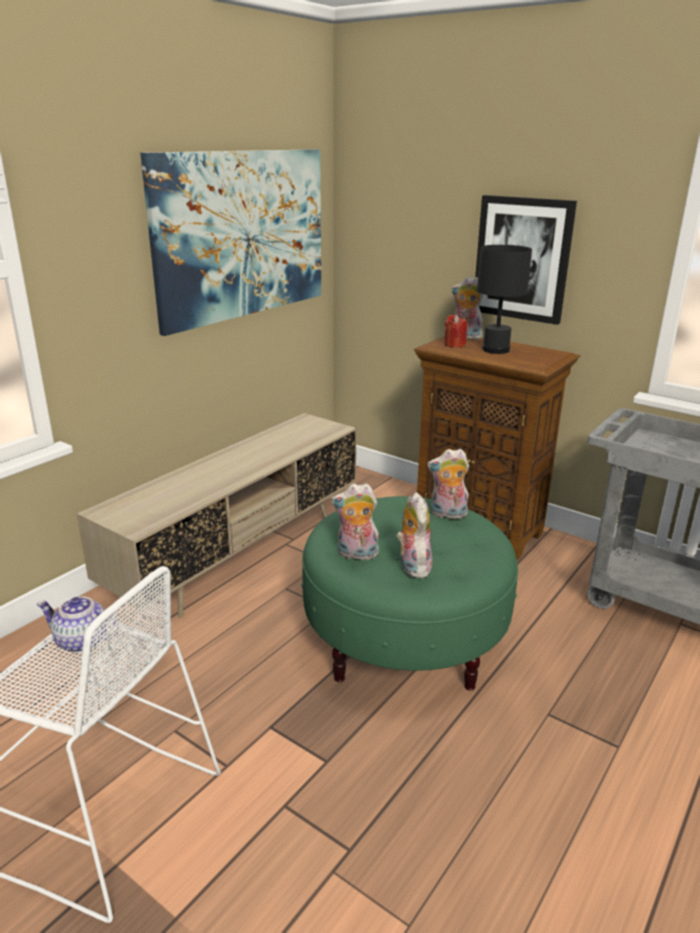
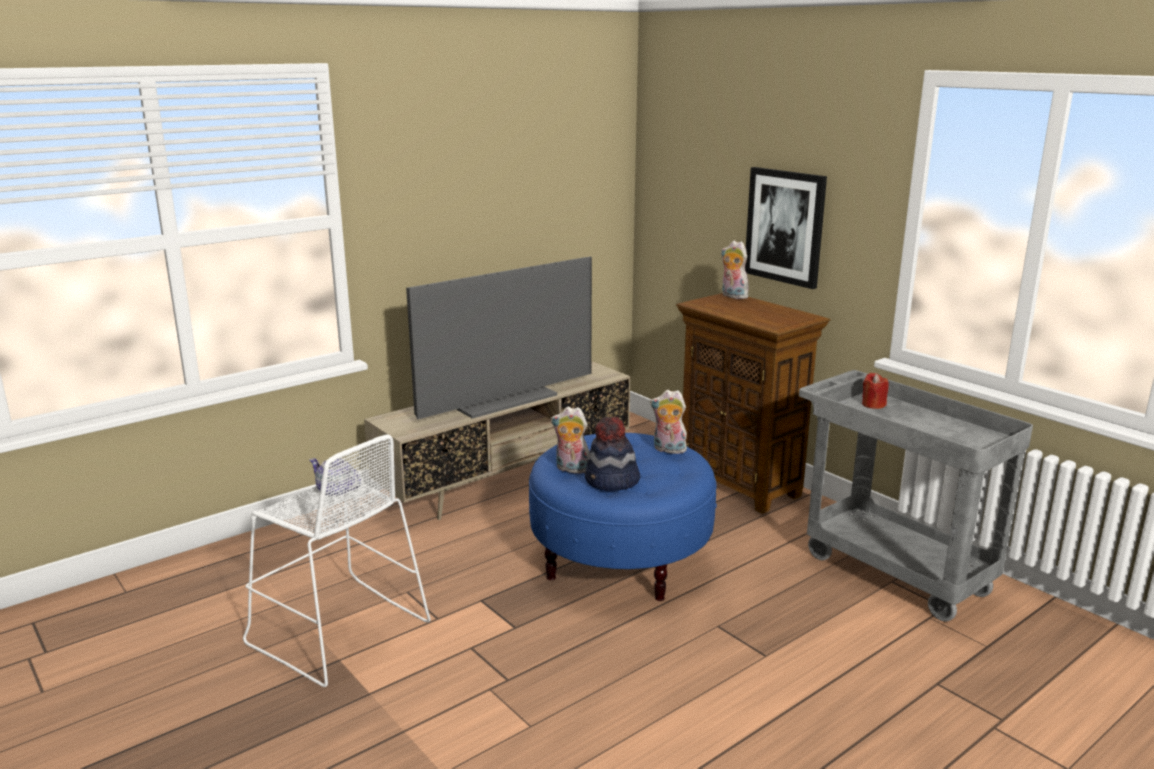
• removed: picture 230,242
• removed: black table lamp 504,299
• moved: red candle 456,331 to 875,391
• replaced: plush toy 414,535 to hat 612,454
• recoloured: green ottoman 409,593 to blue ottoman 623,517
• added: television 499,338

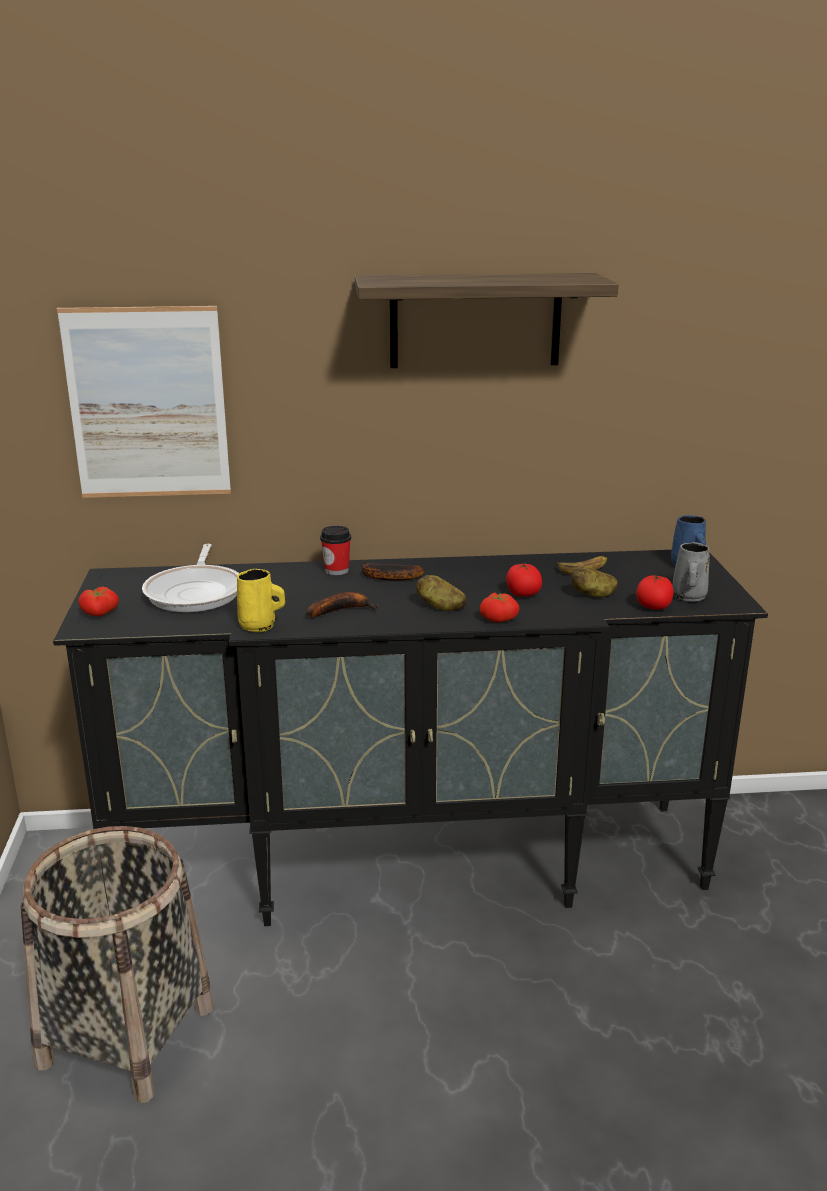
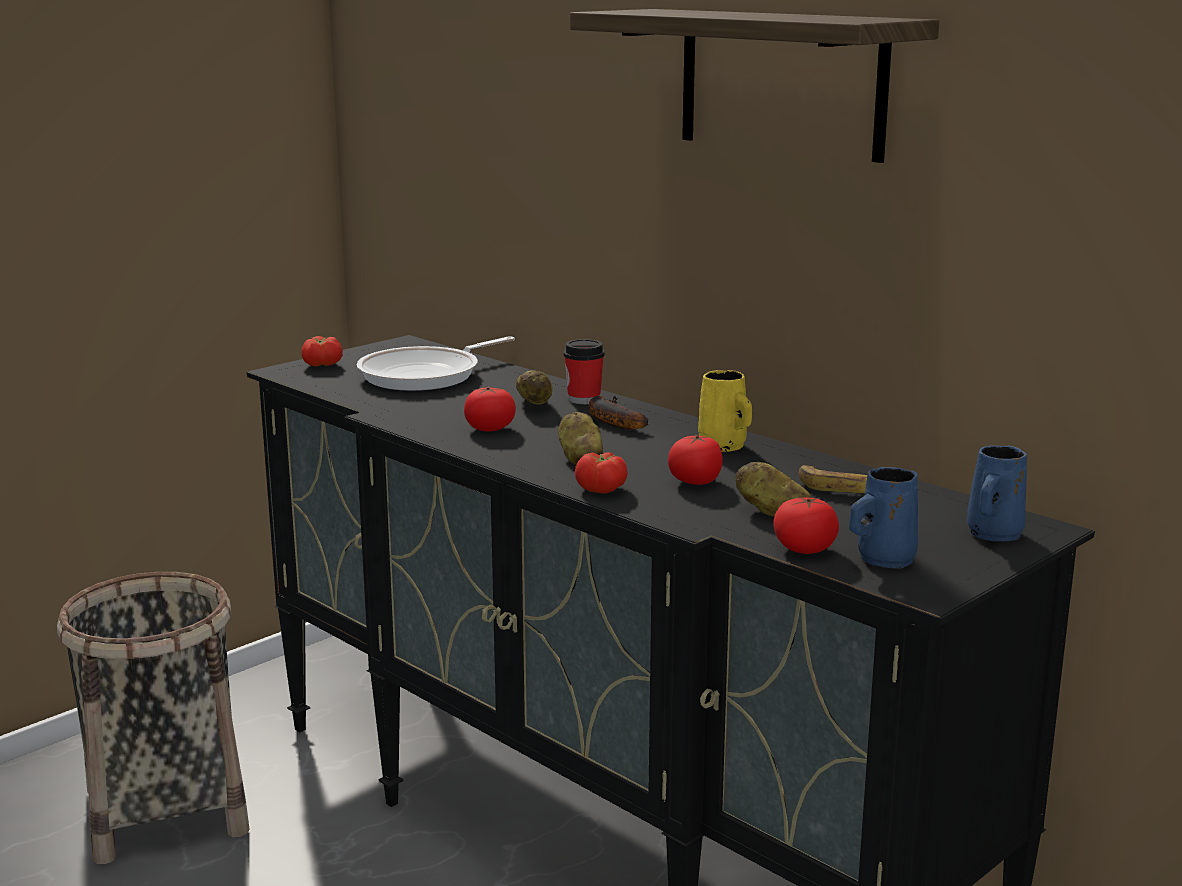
• removed: picture 144,402
• recoloured: grey mug 691,572 to blue mug 883,518
• moved: yellow mug 261,600 to 725,411
• replaced: banana 342,604 to tomato 490,409
• added: potato 534,387

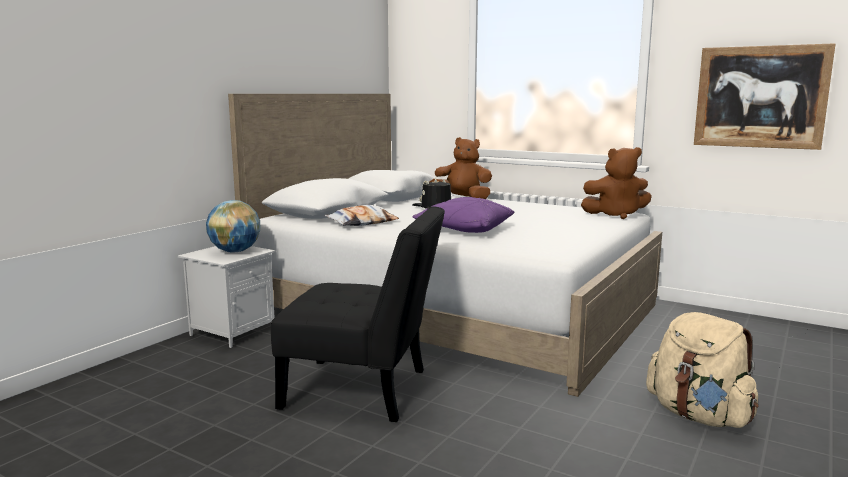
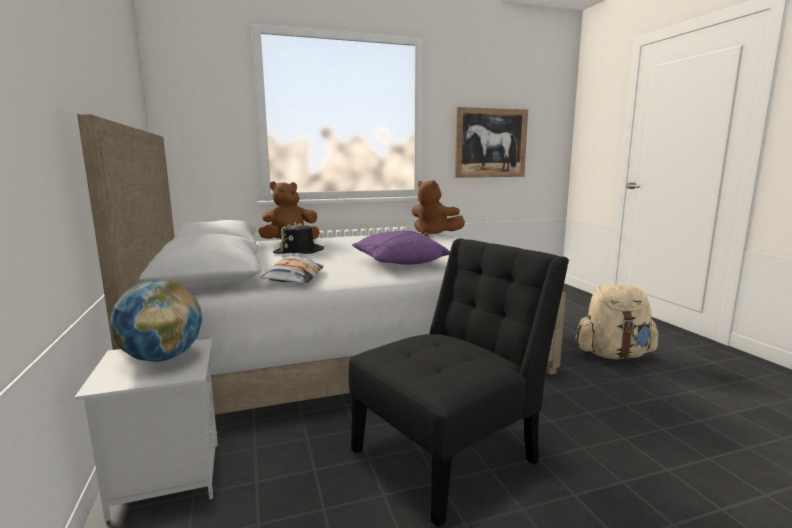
• turned: brown plush toy 616,183 = 438,208 90 degrees clockwise

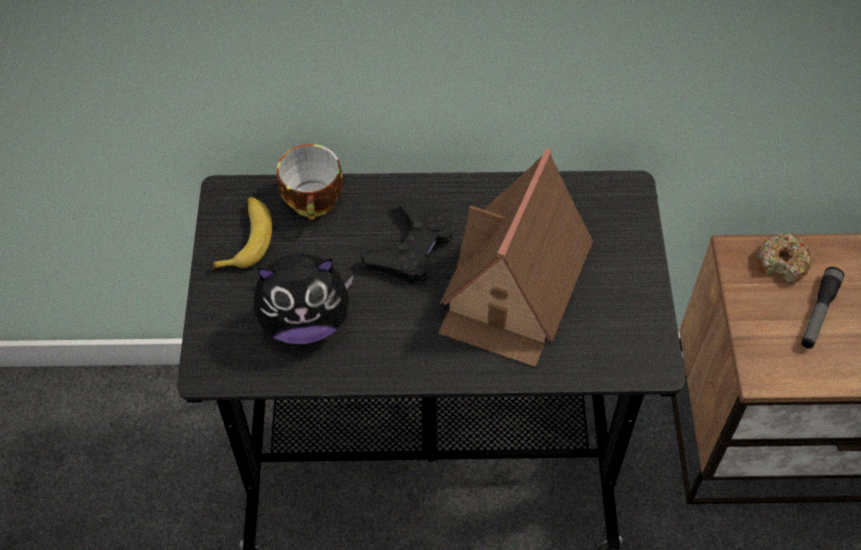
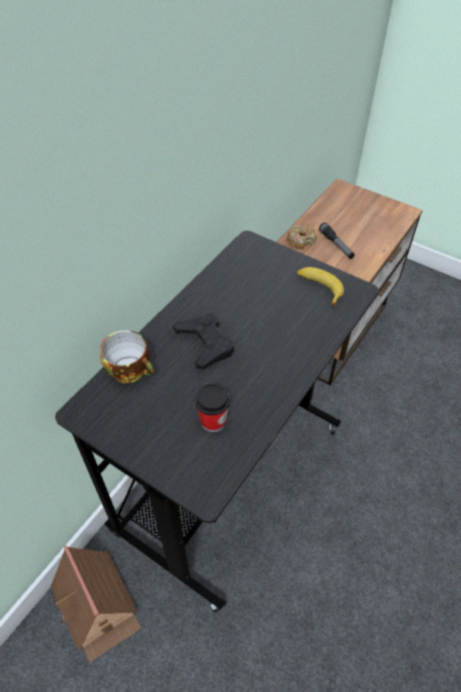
• moved: toy house 515,257 to 96,603
• moved: banana 242,233 to 320,287
• replaced: plush toy 303,299 to cup 212,407

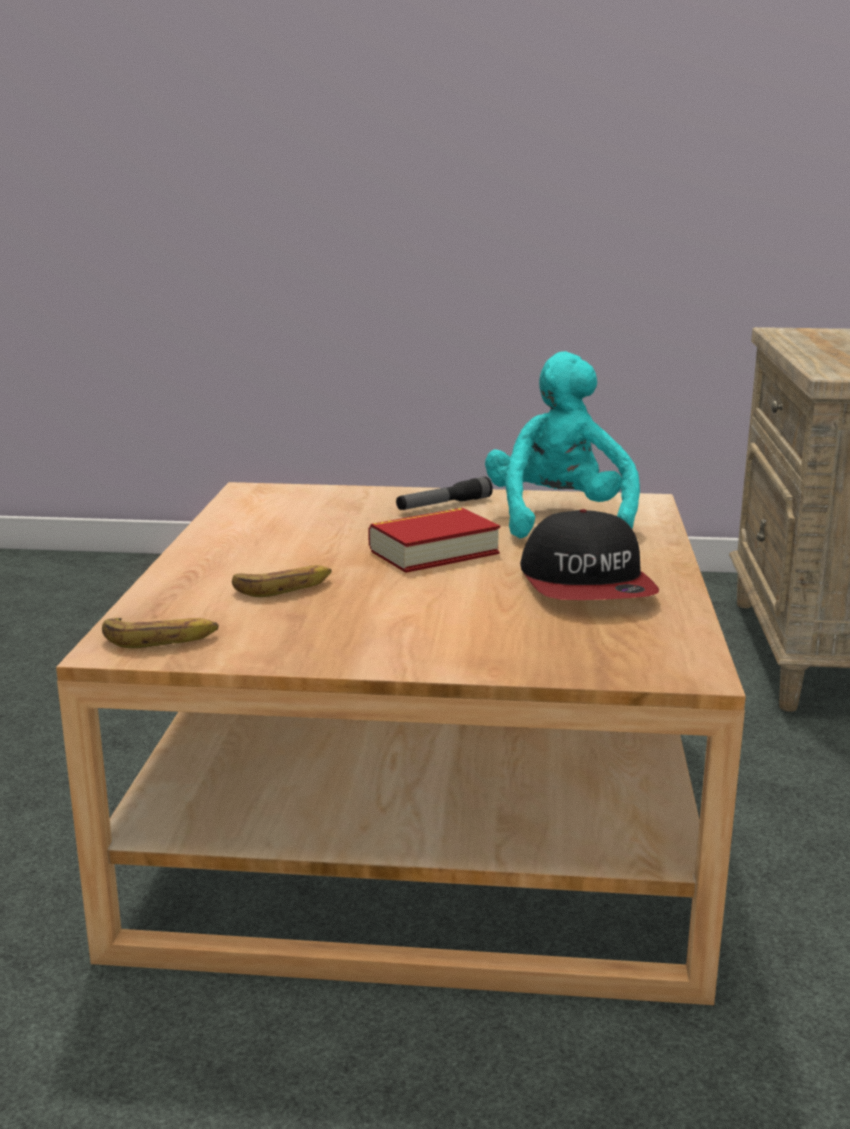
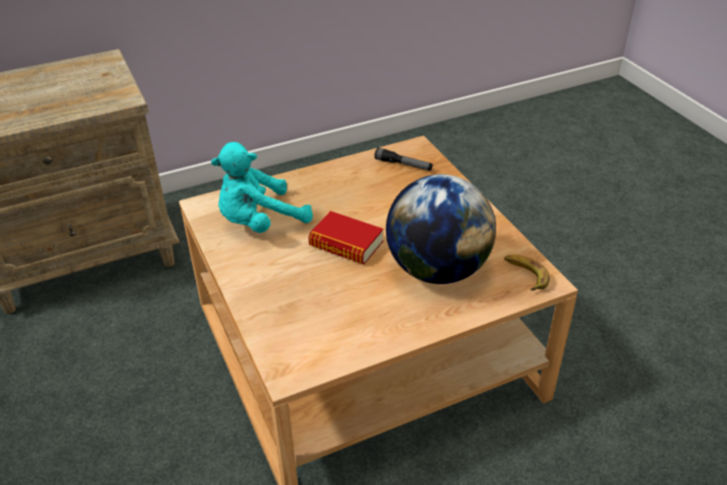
• moved: flashlight 444,493 to 404,159
• removed: cap 589,554
• replaced: banana 282,581 to globe 441,229

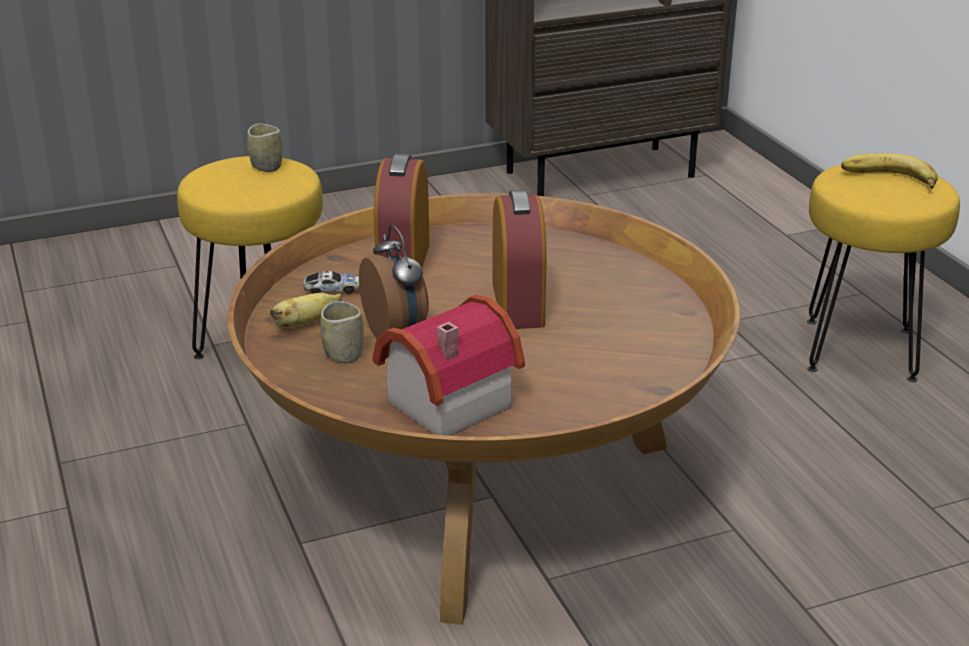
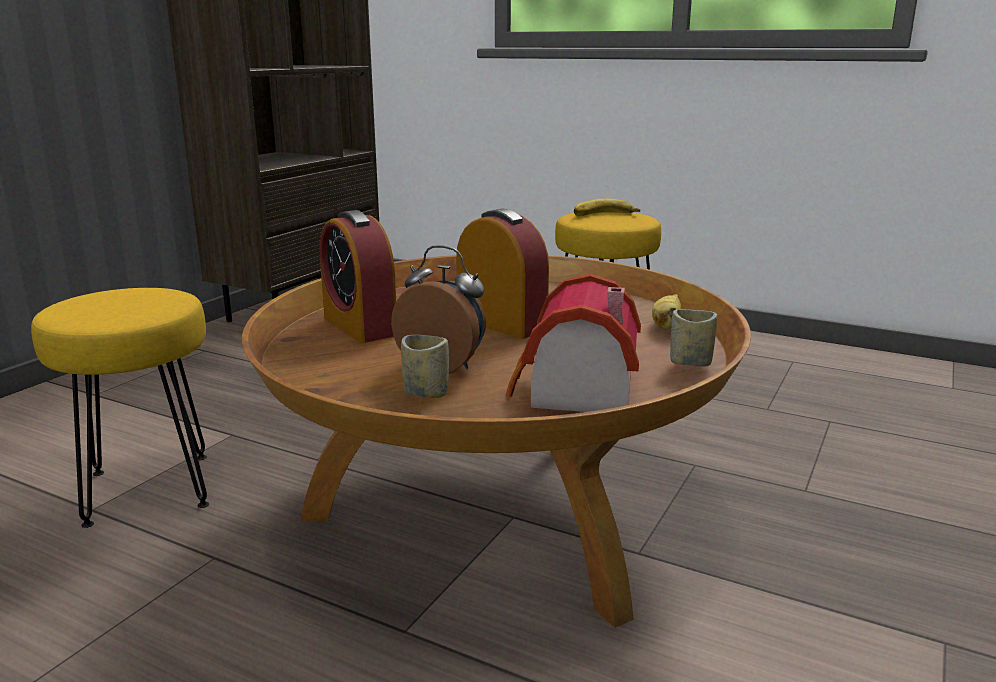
• moved: cup 264,148 to 694,338
• removed: toy car 331,282
• moved: banana 306,310 to 666,312

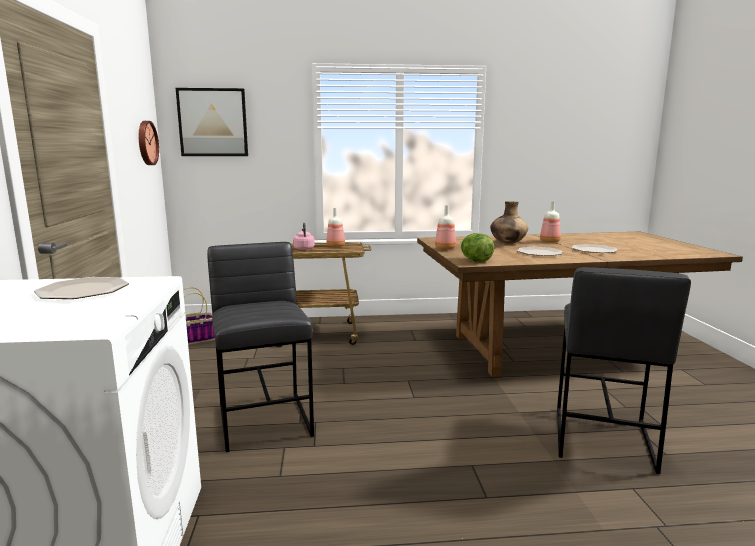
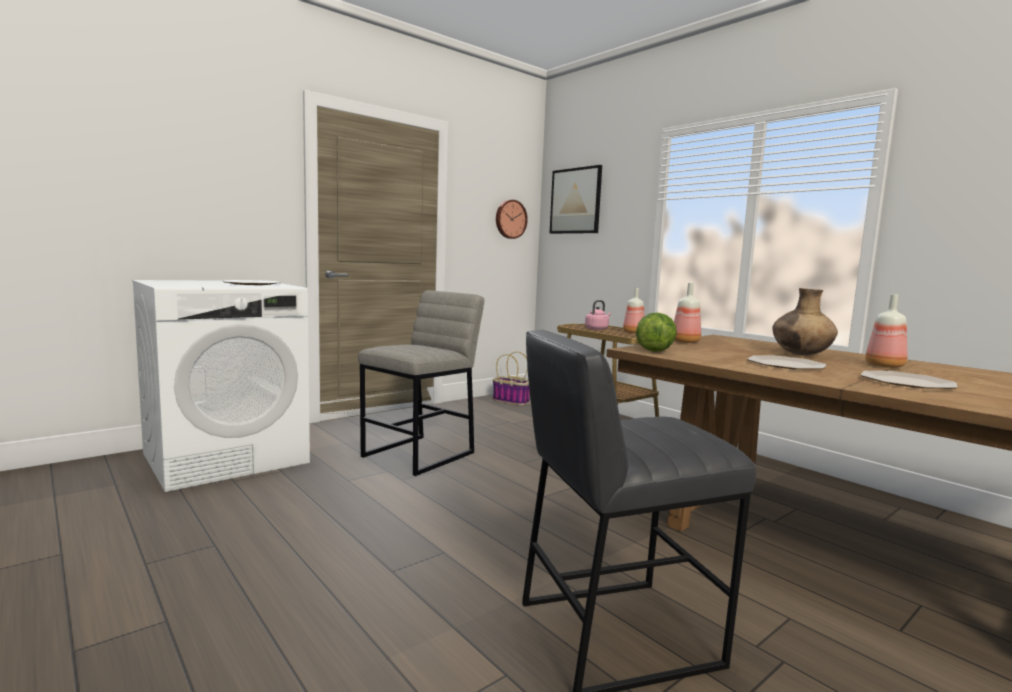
• replaced: grey stool 260,347 to grey chair 421,383

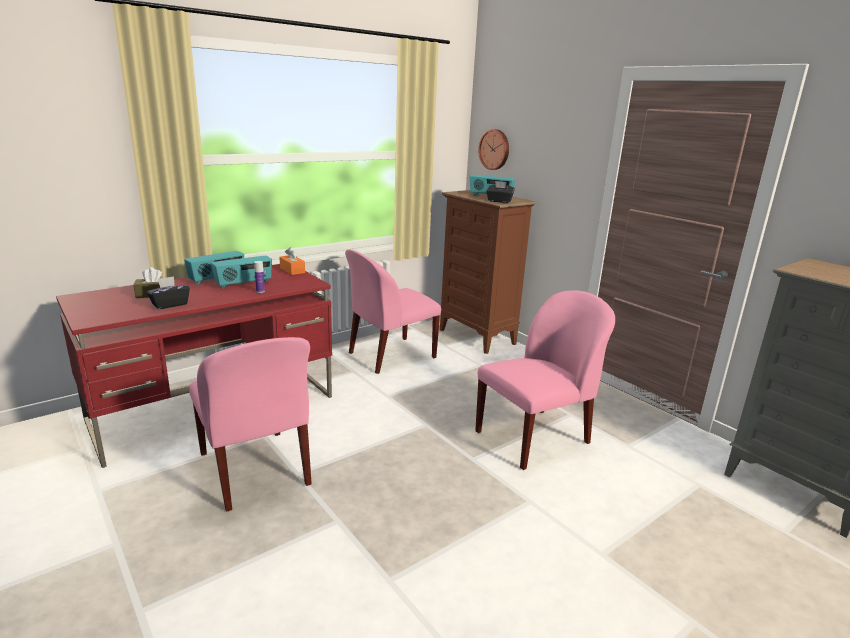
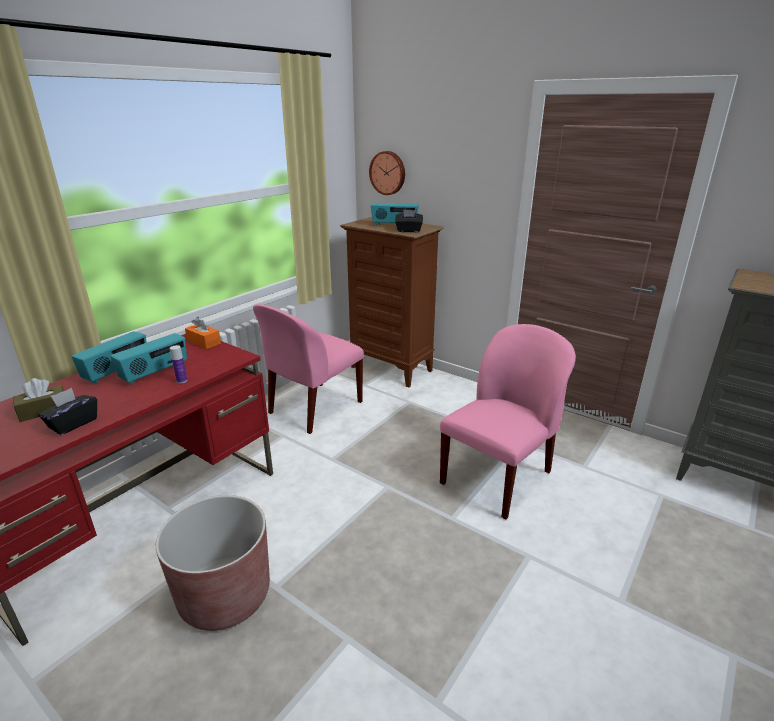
• replaced: pink chair 250,424 to brown planter 213,563

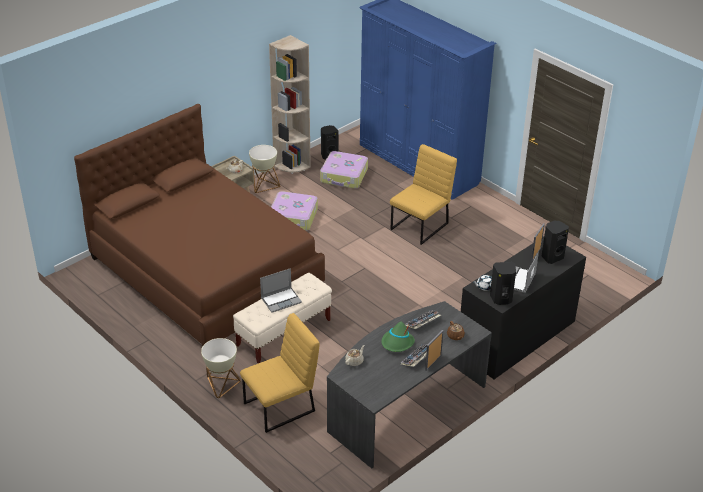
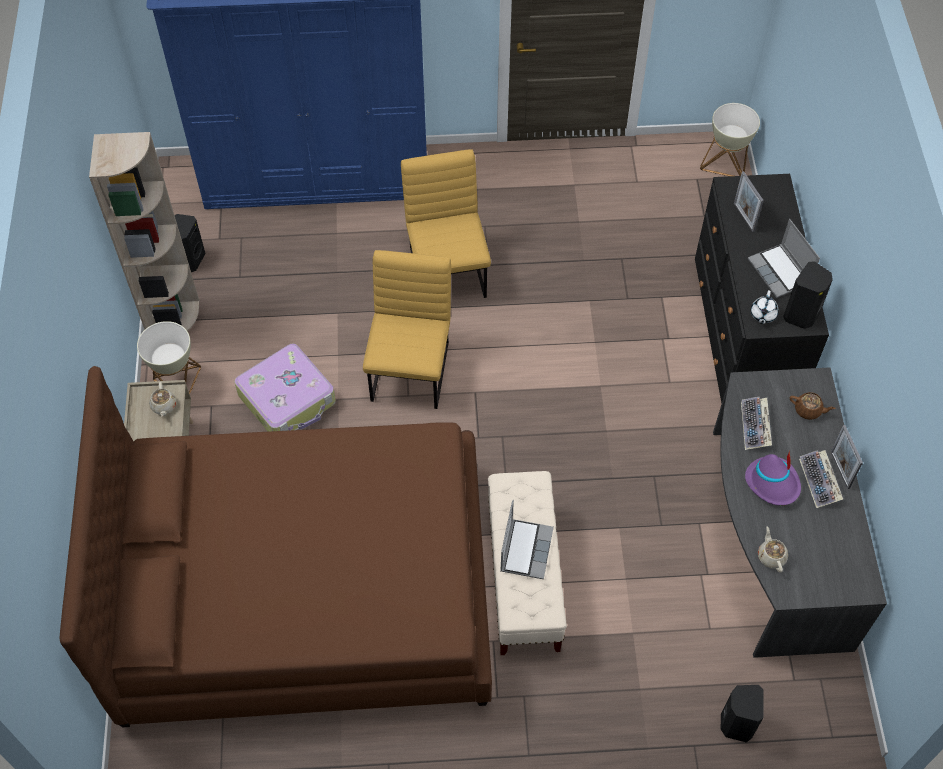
• removed: suitcase 344,170
• moved: black speaker 555,242 to 742,713
• moved: yellow chair 280,373 to 407,329
• recoloured: green hat 398,337 to purple hat 773,478
• moved: planter 221,368 to 730,139

